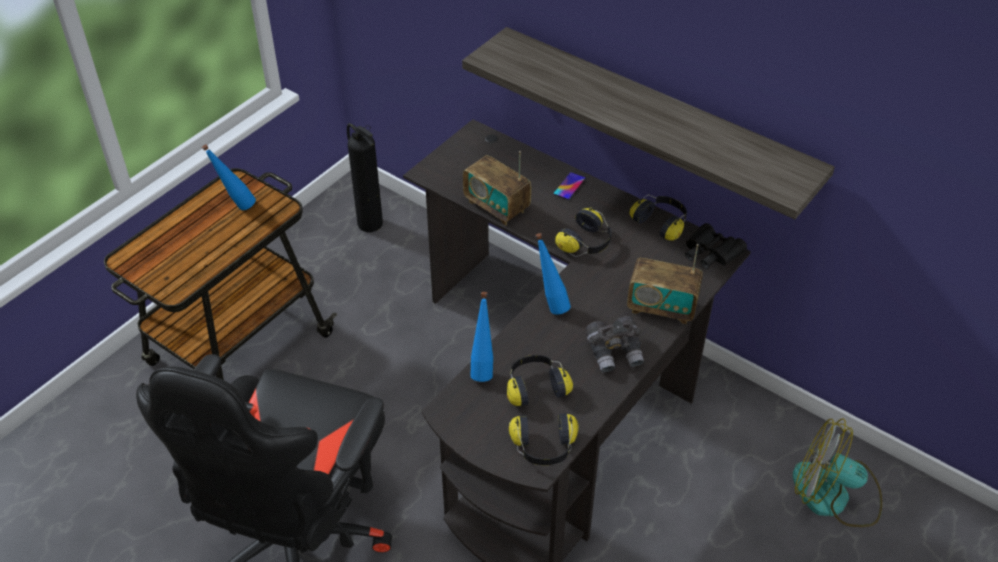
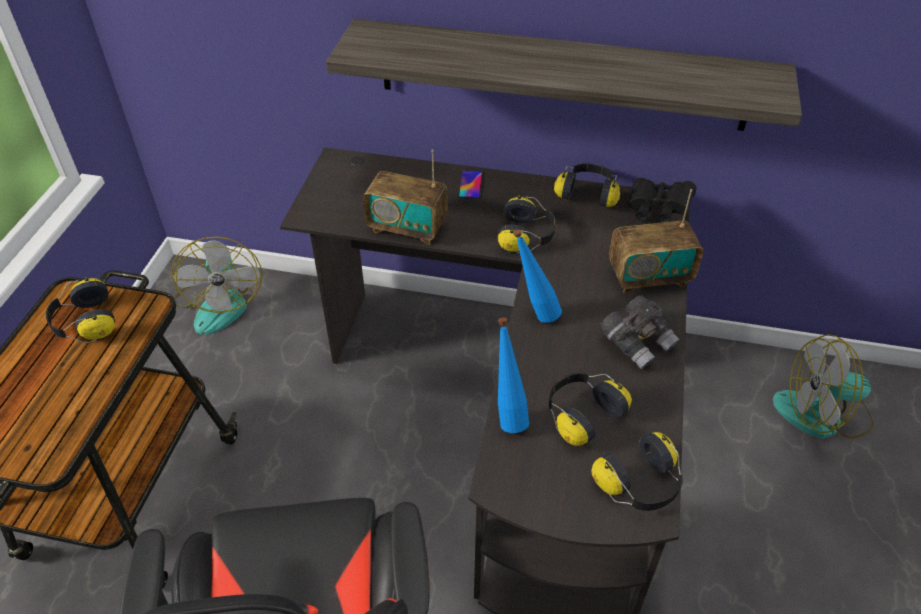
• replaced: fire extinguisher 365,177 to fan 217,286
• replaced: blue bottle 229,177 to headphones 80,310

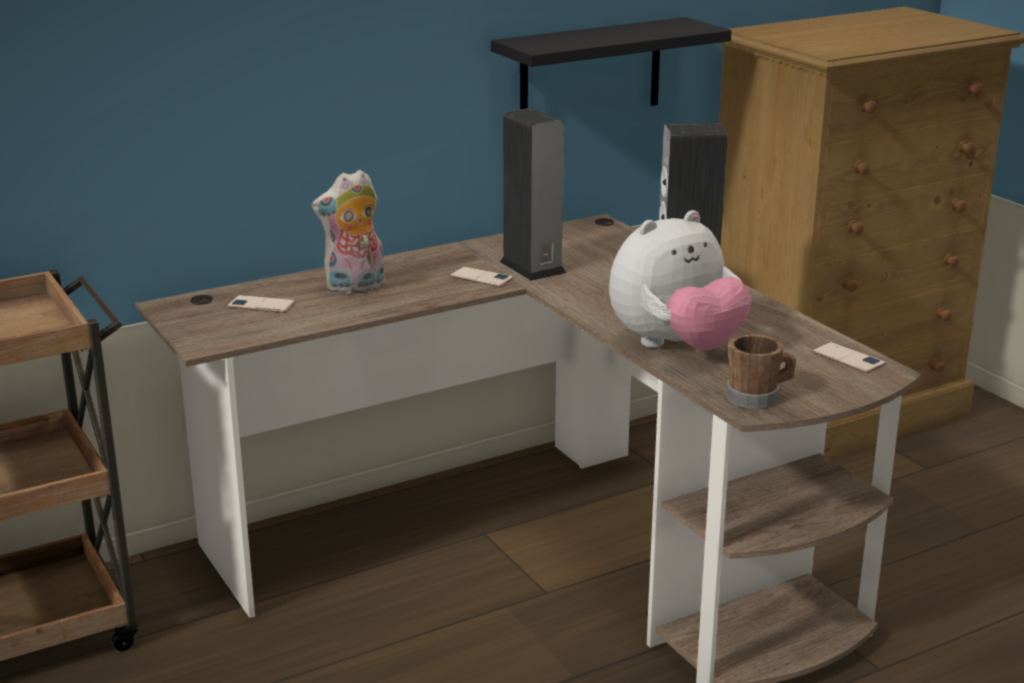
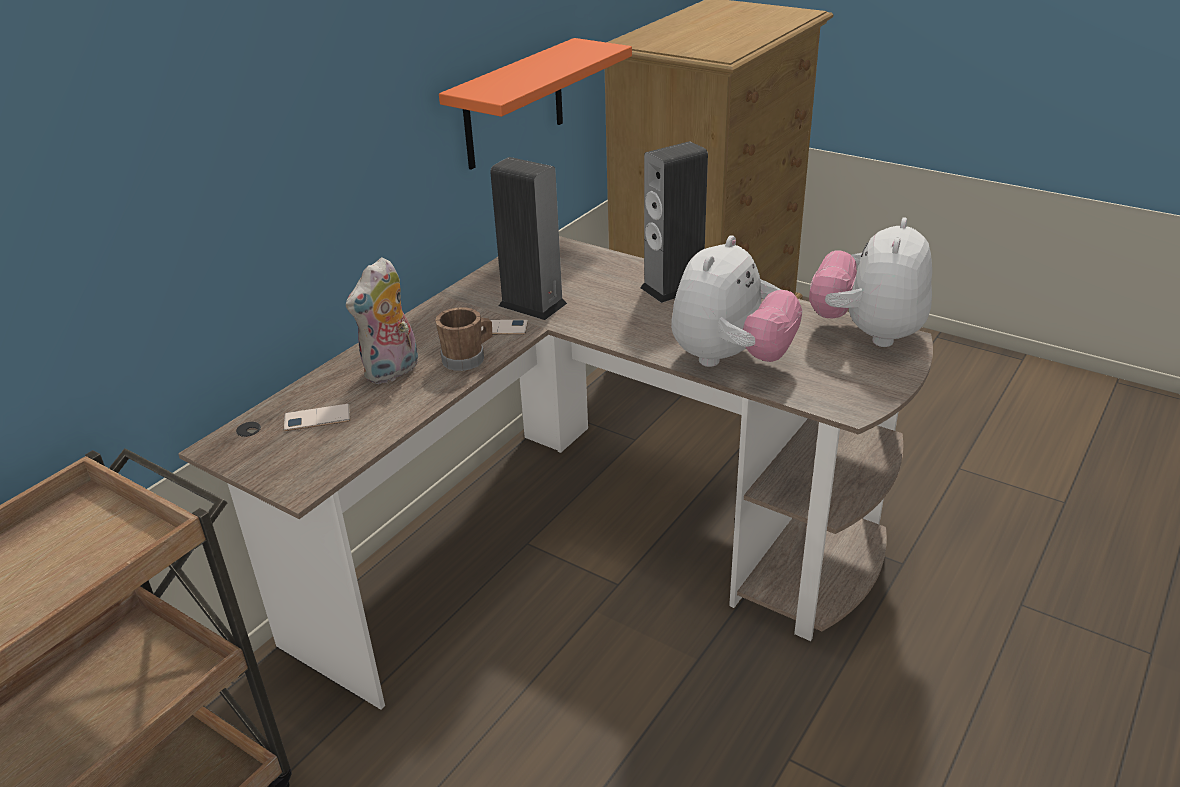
• recoloured: black shelf 611,63 to orange shelf 535,103
• moved: brown mug 761,371 to 463,339
• replaced: phone 849,357 to plush toy 870,282

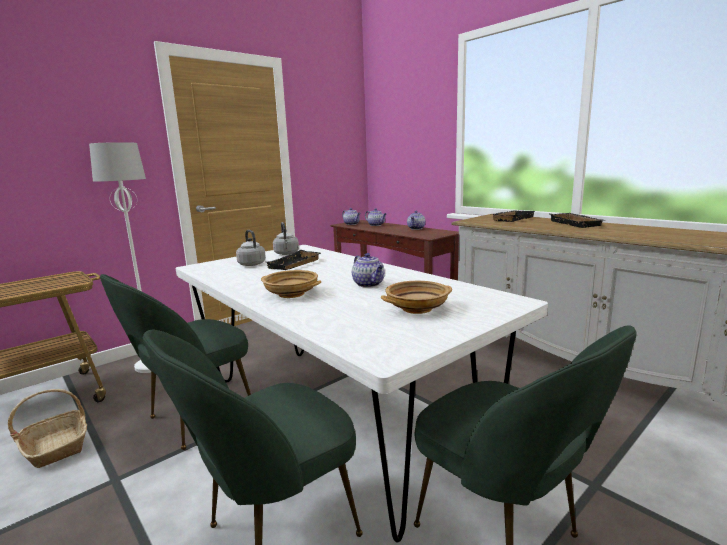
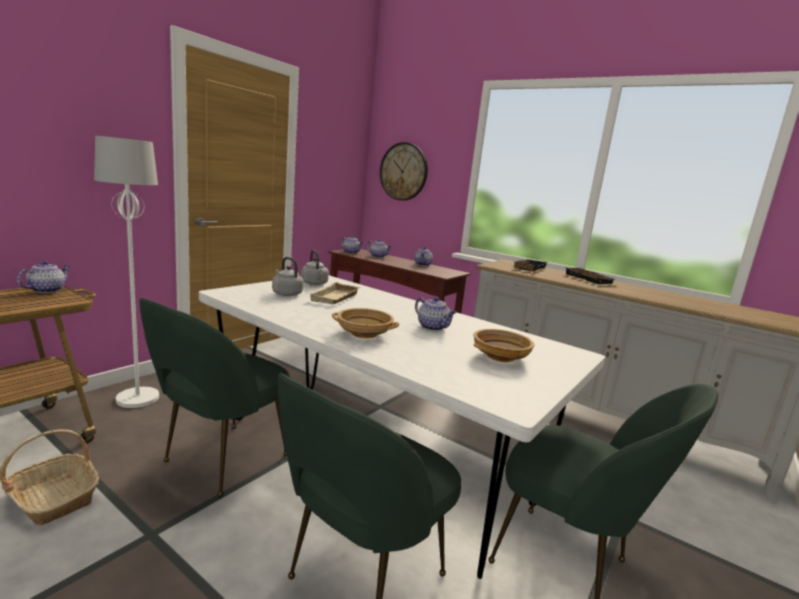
• recoloured: black tray 294,260 to beige tray 335,293
• added: wall clock 404,171
• added: teapot 44,277

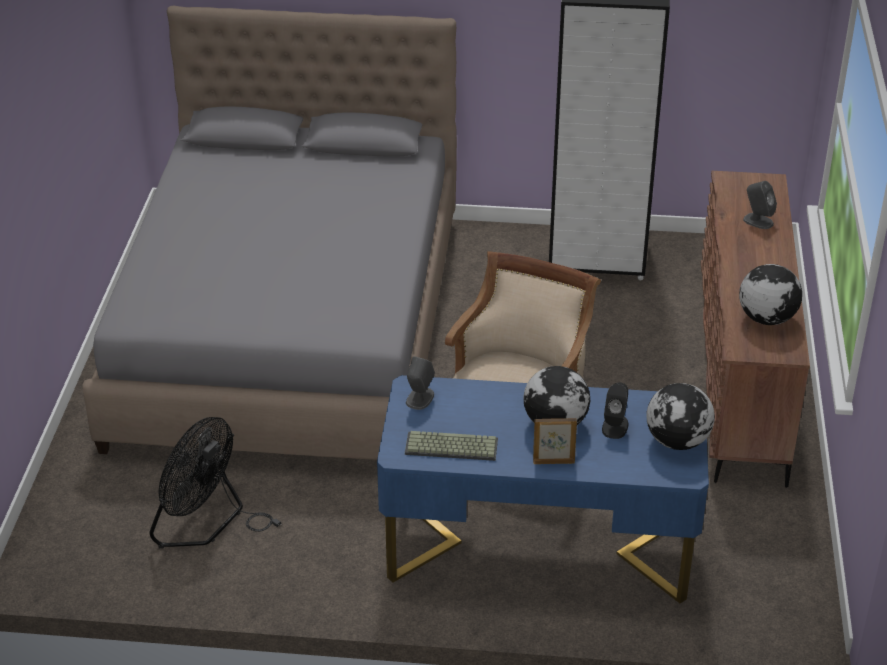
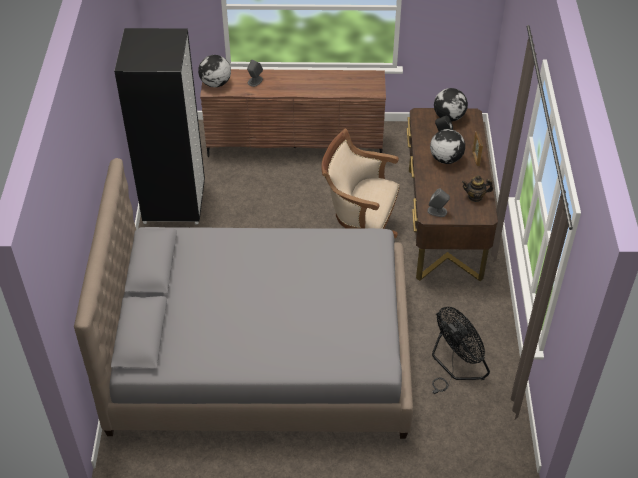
• moved: globe 770,294 to 214,71
• recoloured: blue desk 543,489 to brown desk 452,194
• turned: black fan 215,483 = 461,350 150 degrees counterclockwise
• replaced: keyboard 451,446 to teapot 477,188

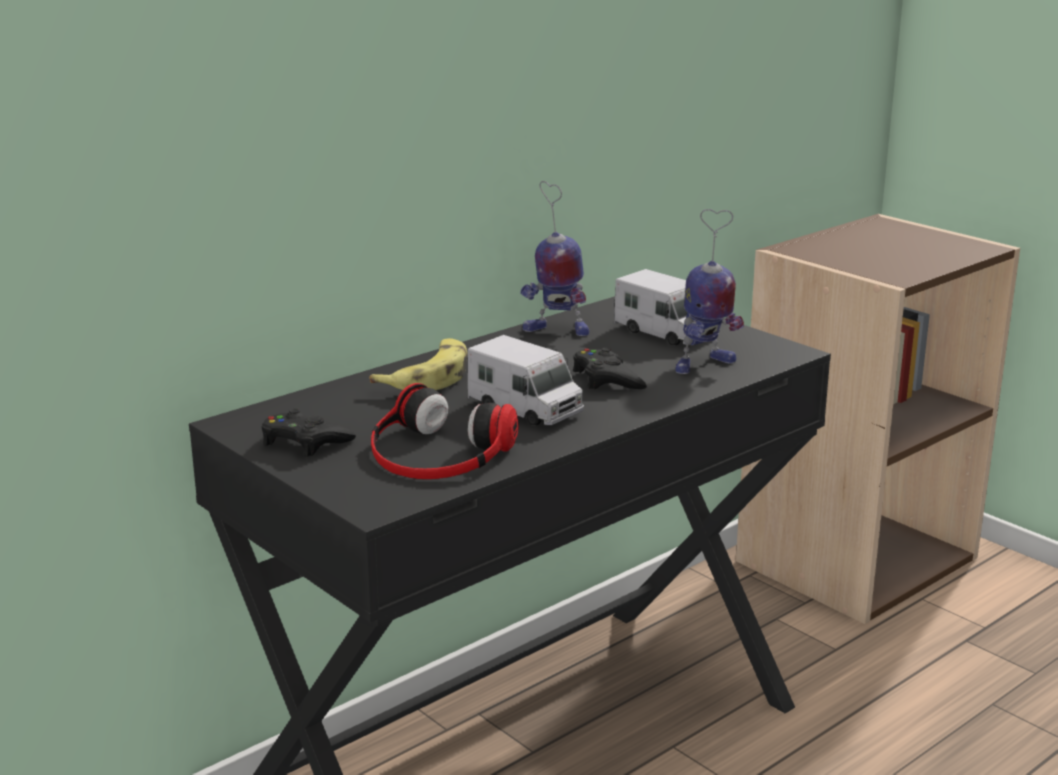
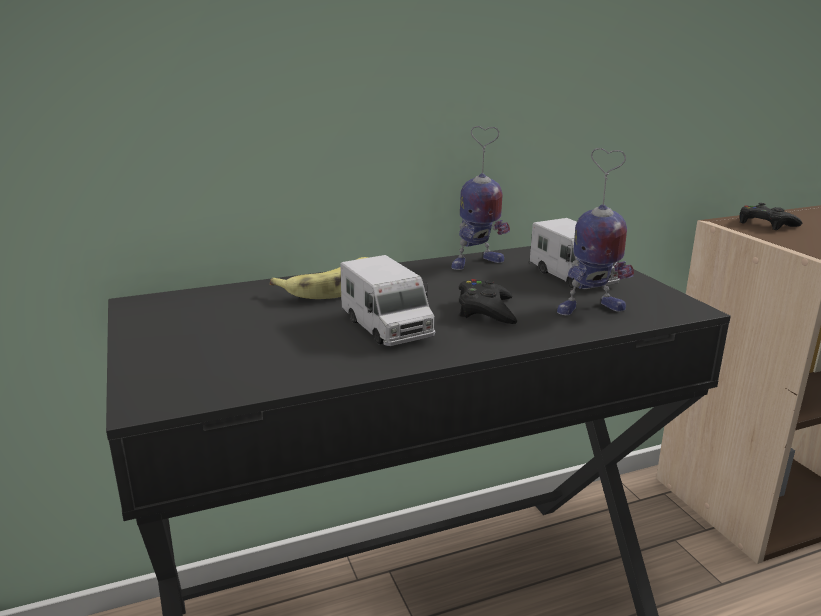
• turned: toy robot 554,258 = 481,198 60 degrees counterclockwise
• removed: headphones 445,431
• moved: black game controller 309,433 to 771,216

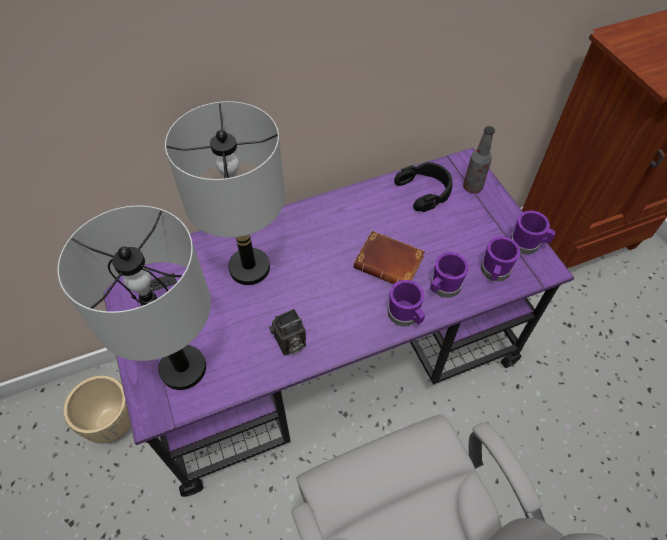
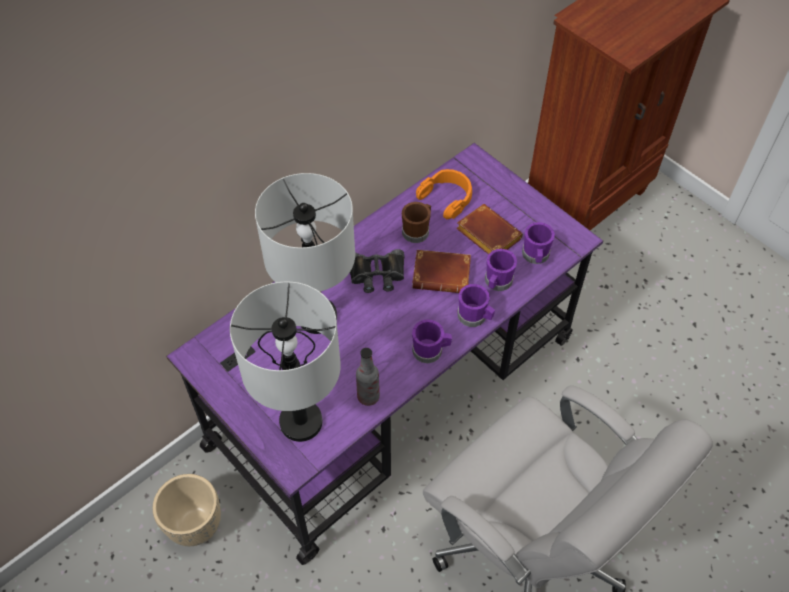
• moved: bottle 479,159 to 368,377
• recoloured: black headphones 423,187 to orange headphones 444,194
• moved: purple mug 532,233 to 432,341
• removed: photo camera 287,332
• added: brown mug 416,222
• added: brown book 489,229
• added: black binoculars 377,271

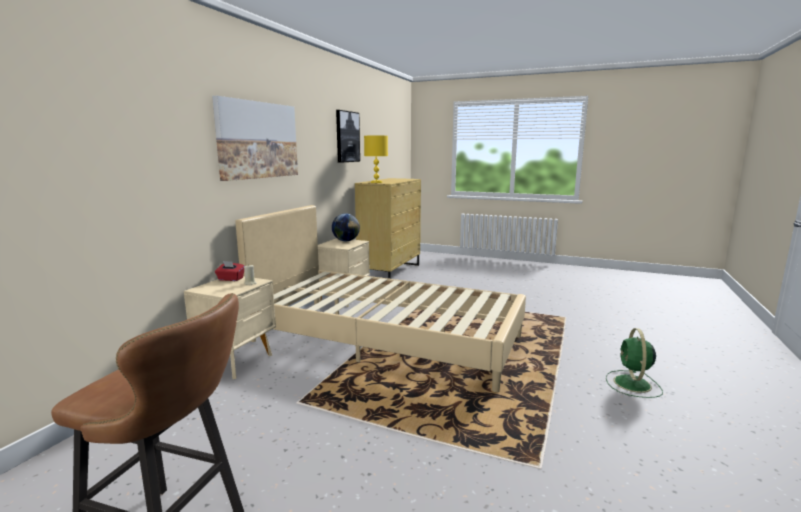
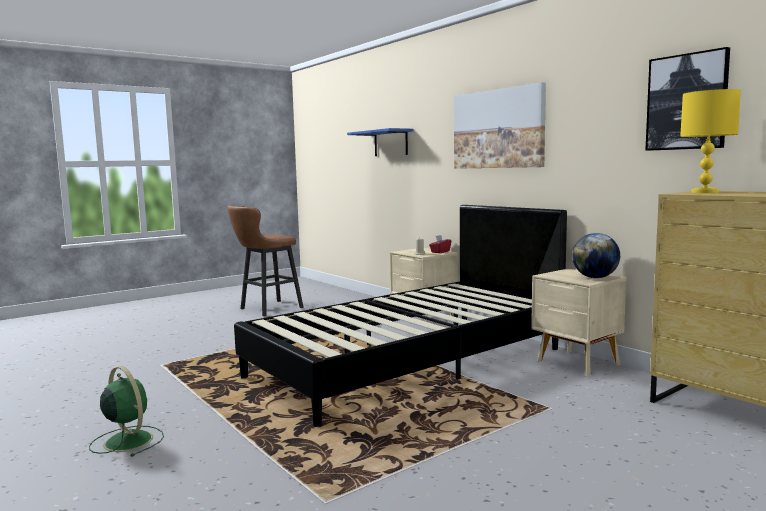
• recoloured: beige bed 380,298 to black bed 400,316
• added: blue shelf 380,142

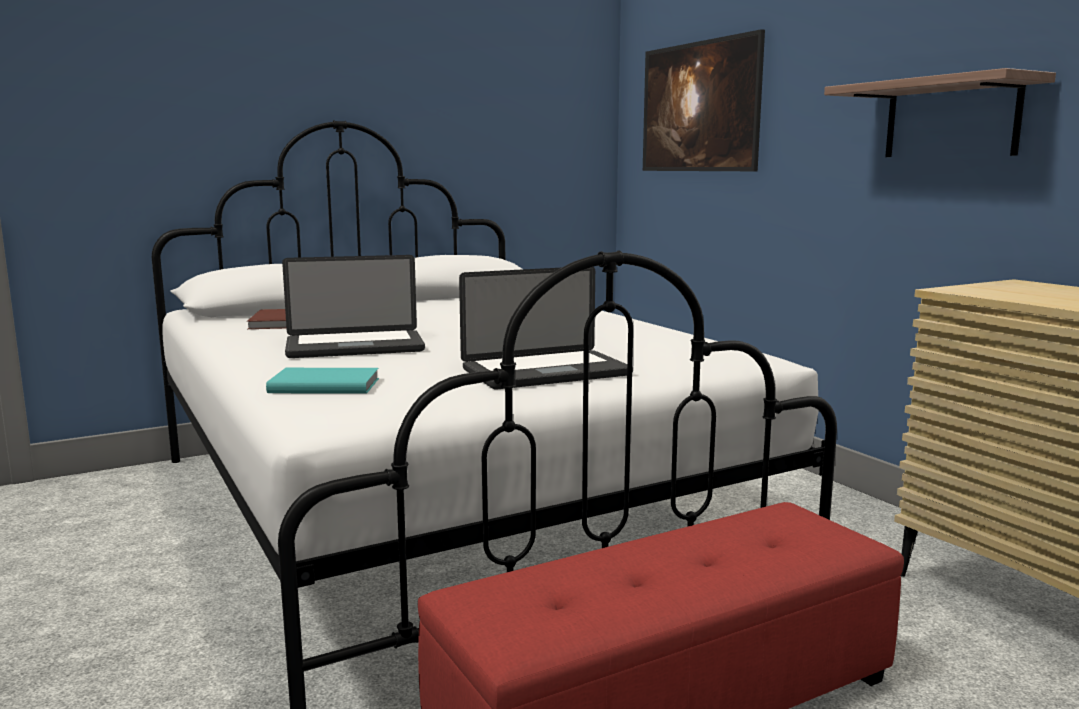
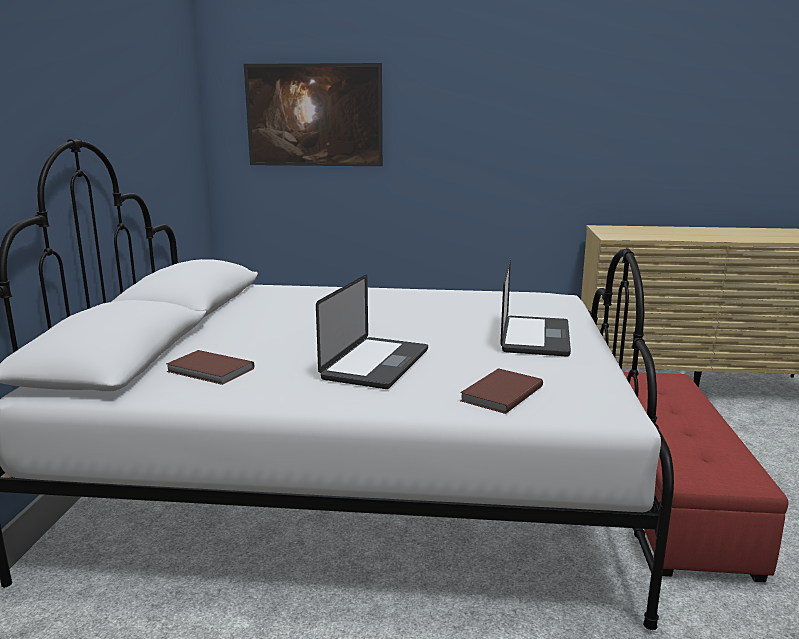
• removed: shelf 940,112
• recoloured: turquoise book 322,381 to brown book 501,391

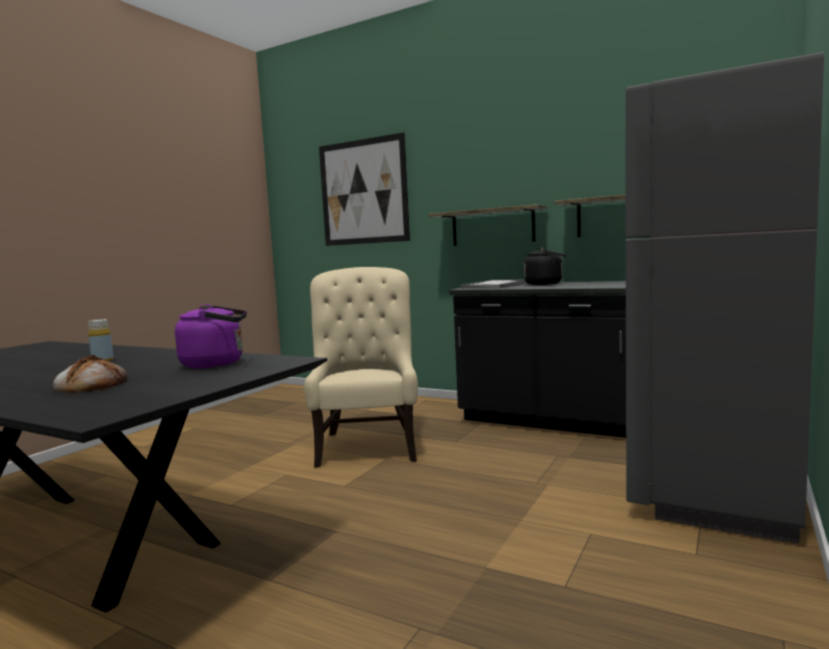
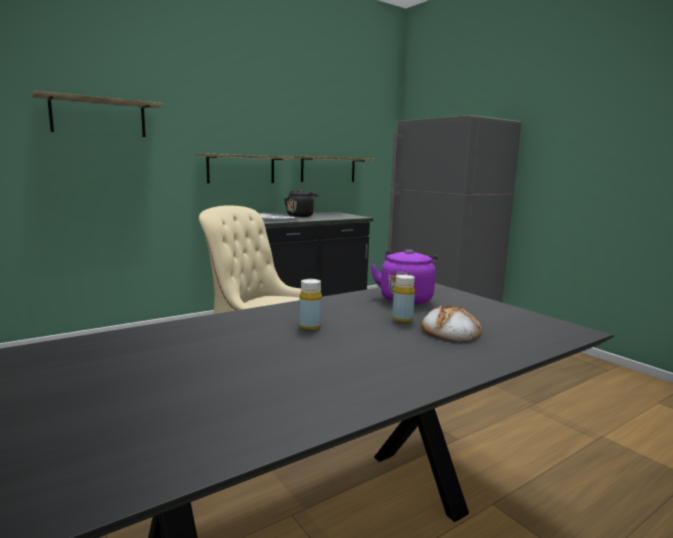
• replaced: picture 364,189 to shelf 98,114
• added: yellow bottle 403,298

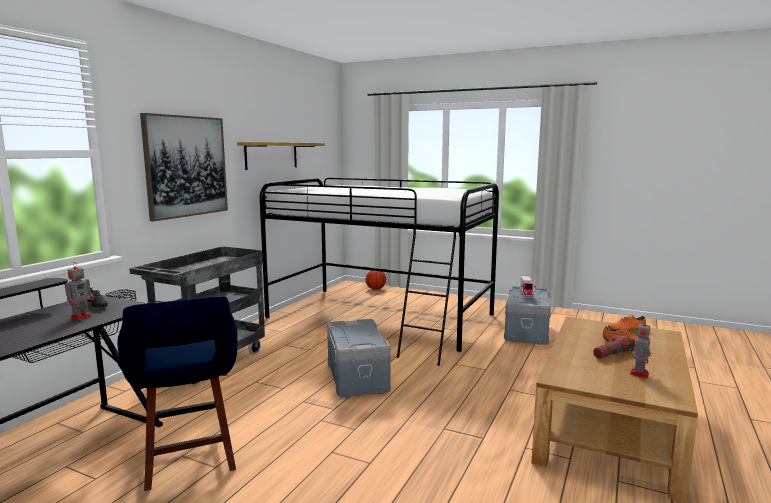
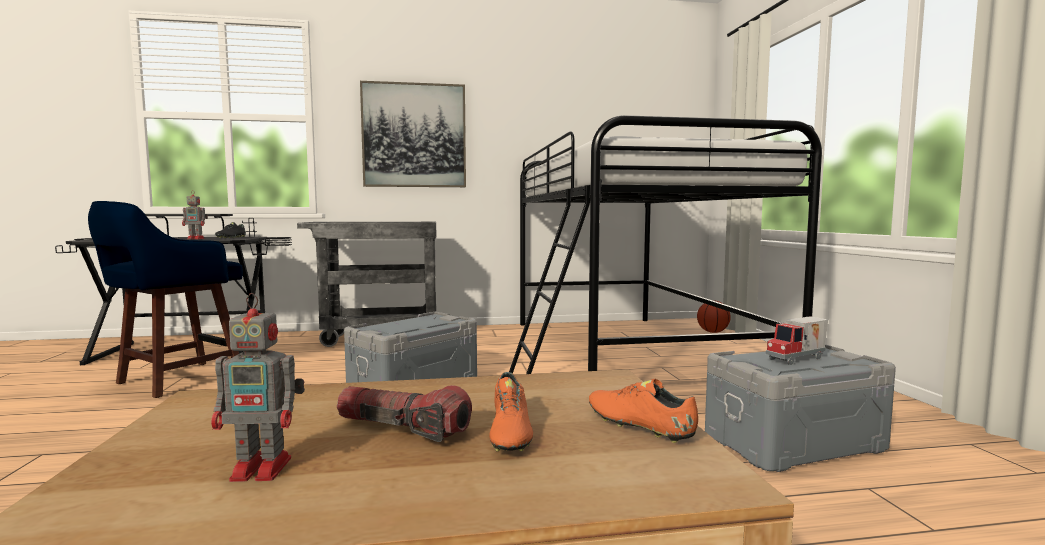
• removed: shelf 281,156

